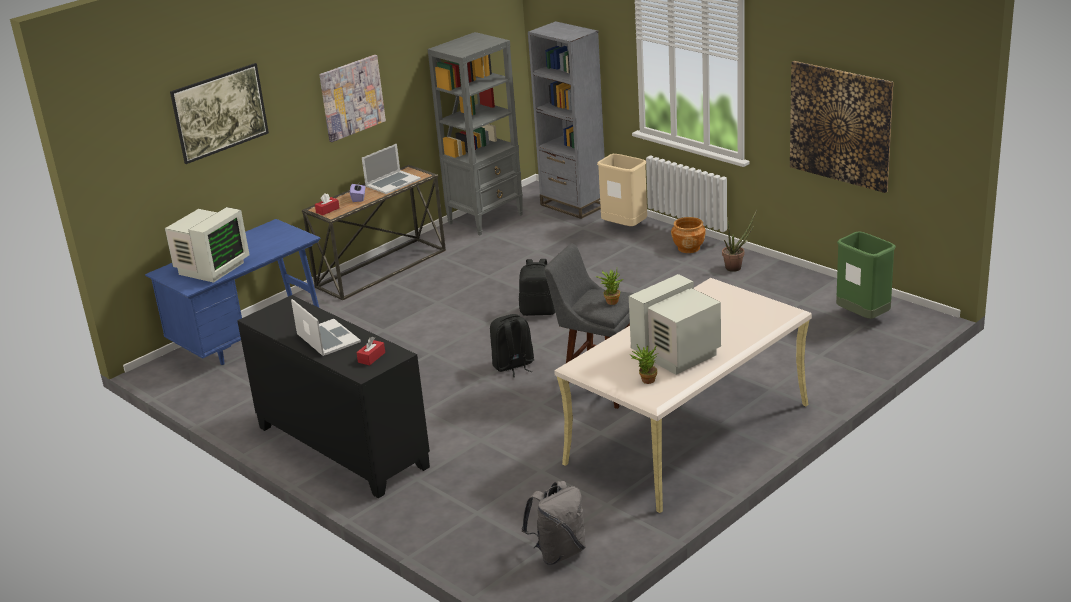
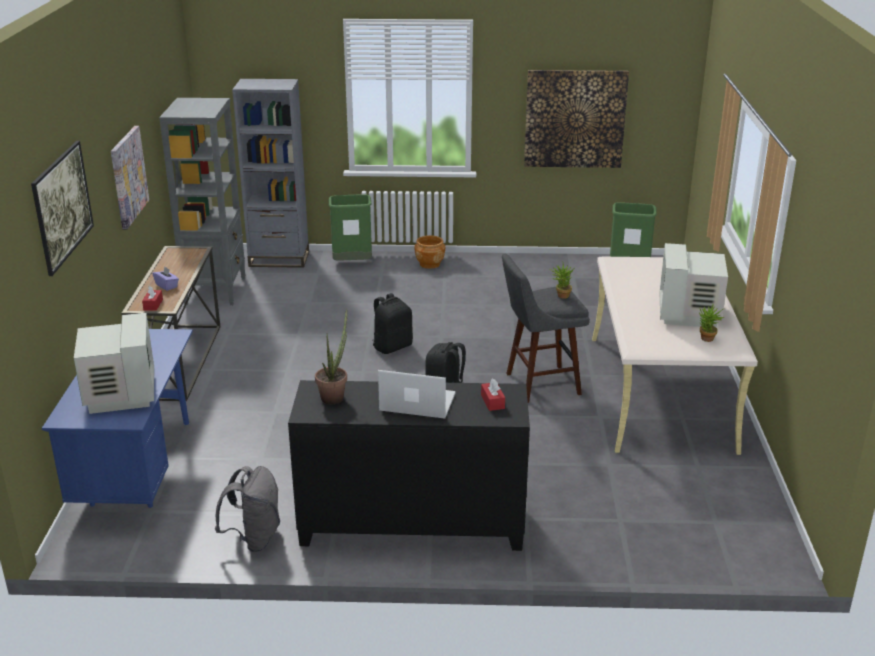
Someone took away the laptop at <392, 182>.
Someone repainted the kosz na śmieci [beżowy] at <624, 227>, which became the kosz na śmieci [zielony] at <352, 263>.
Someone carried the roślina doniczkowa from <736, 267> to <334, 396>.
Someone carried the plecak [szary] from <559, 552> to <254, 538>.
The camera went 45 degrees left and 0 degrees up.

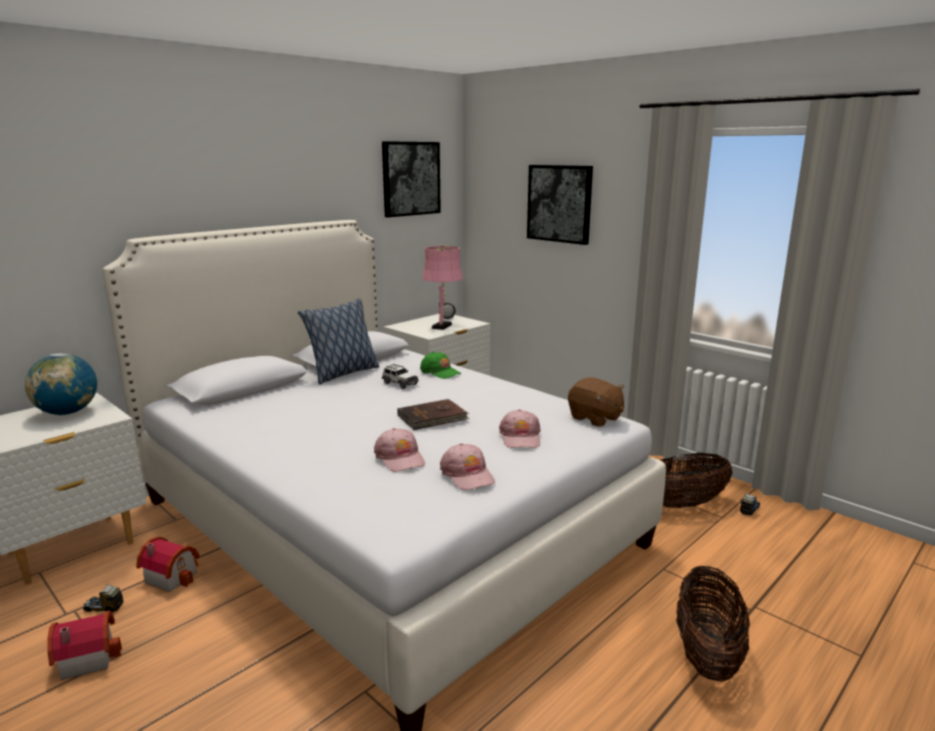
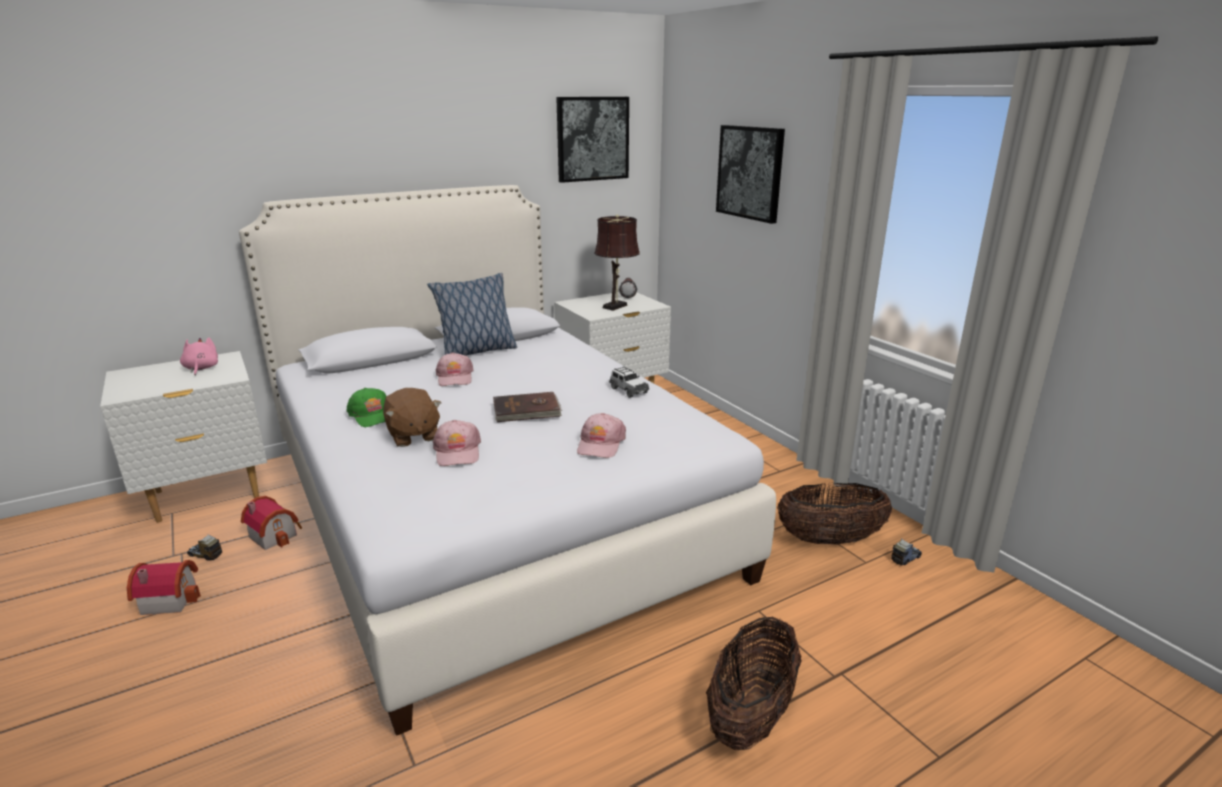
Someone repainted the lampa stołowa [różowy] at <443, 326>, which became the lampa stołowa [brązowy] at <616, 306>.
Someone carried the czapka z daszkiem [zielony] from <440, 372> to <372, 415>.
Someone swapped the globus at <67, 413> for the pluszak [różowy] at <201, 368>.
Someone carried the samochodzik from <399, 384> to <628, 390>.
Someone carried the pluszak [brązowy] from <595, 418> to <413, 436>.
Someone carried the czapka z daszkiem [różowy] from <467, 475> to <455, 377>.
The camera went 15 degrees right and 5 degrees up.

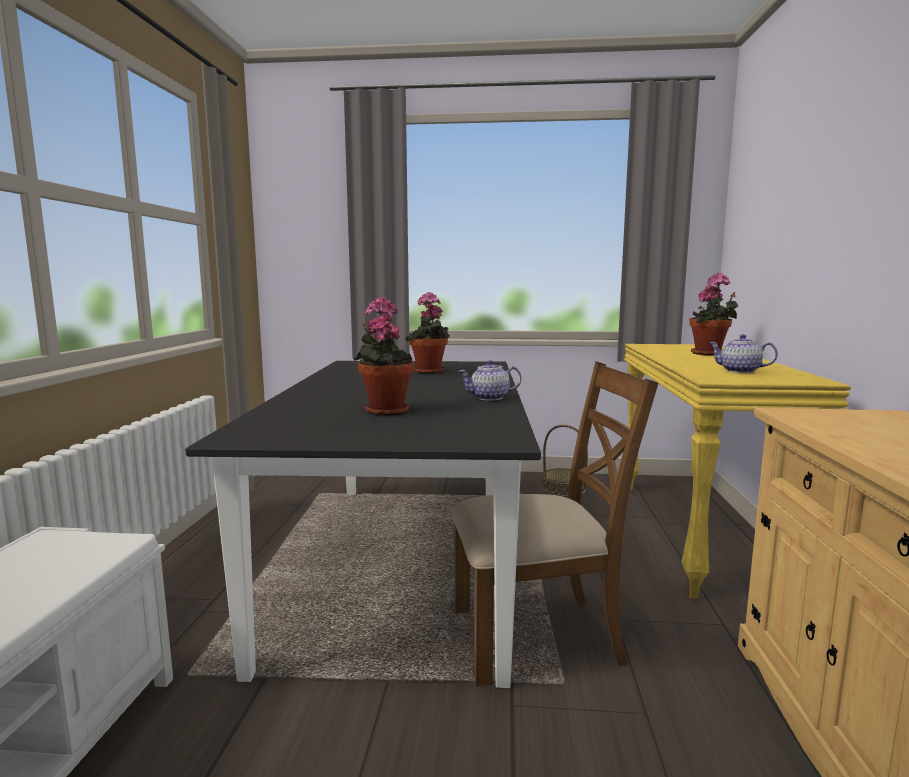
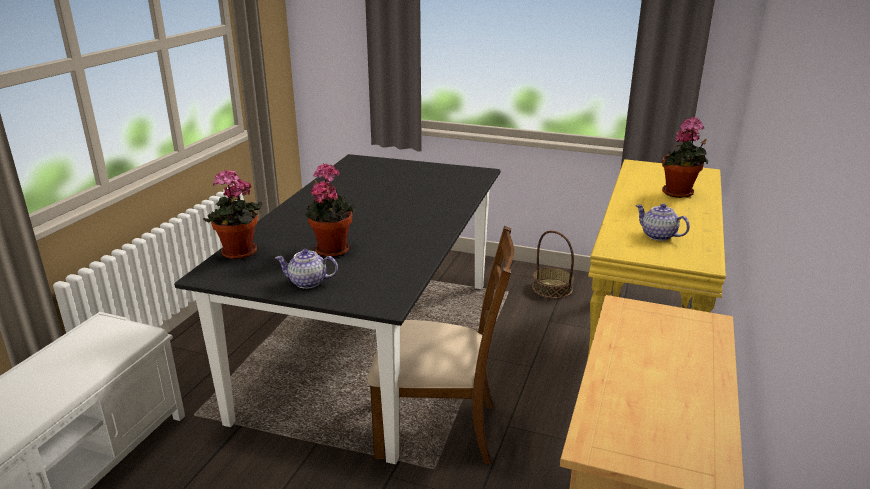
Someone carried the roślina doniczkowa from <429, 372> to <238, 254>.
Someone carried the imbryk from <489, 398> to <307, 282>.
The camera went 15 degrees right and 15 degrees up.

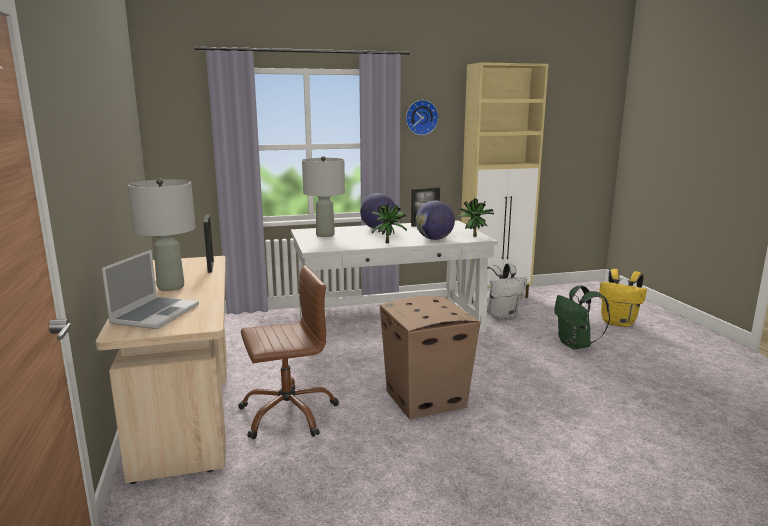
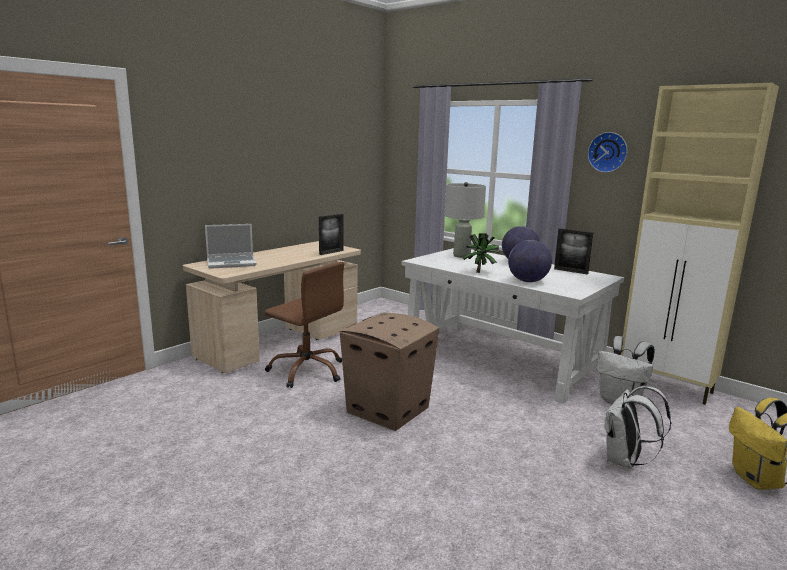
Someone took away the lampa stołowa [szary] at <171, 287>.
Someone took away the roślina doniczkowa at <473, 236>.
Someone repainted the plecak [zielony] at <576, 345>, which became the plecak [biały] at <625, 461>.
The camera went 55 degrees right and 0 degrees up.

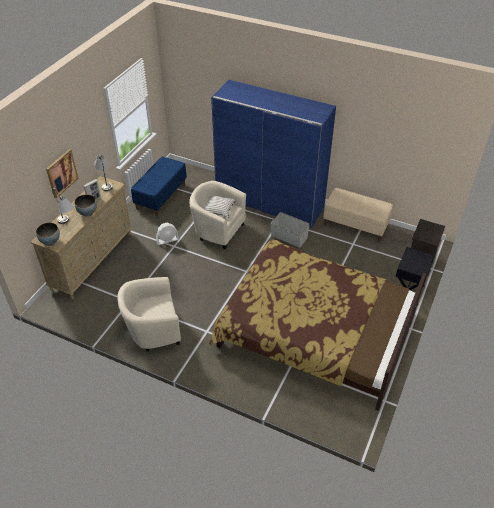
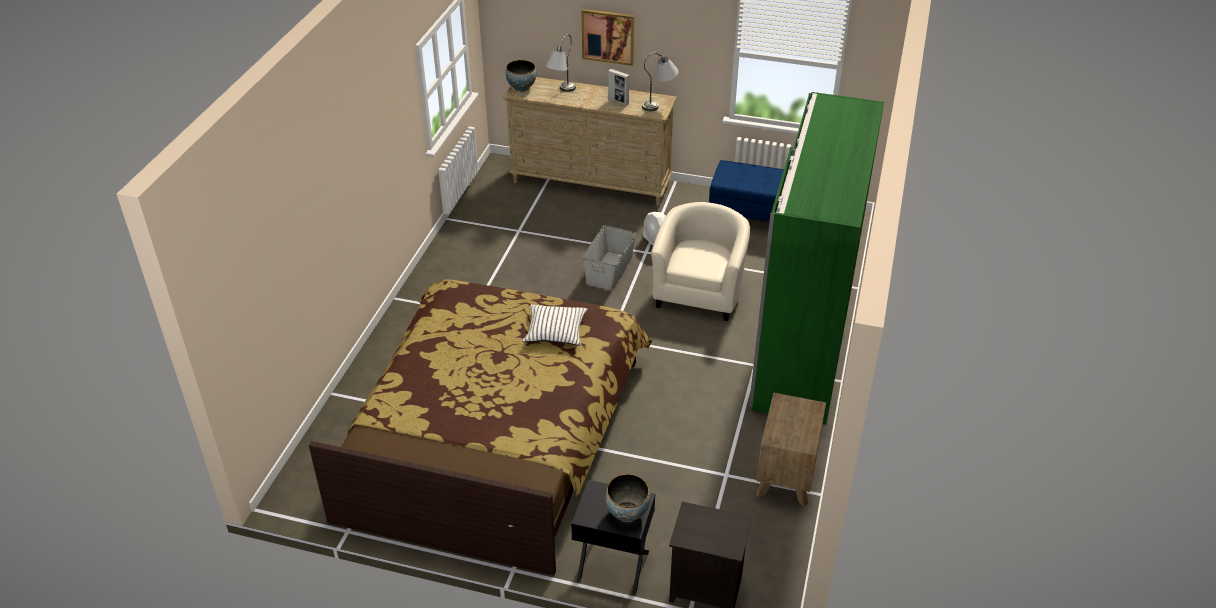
Someone repainted the szafa [niebieski] at <269, 202>, which became the szafa [zielony] at <804, 346>.
Someone swapped the ławka [beżowy] at <356, 225> for the szafka nocna [brązowy] at <786, 477>.
Someone carried the miska from <87, 213> to <627, 513>.
Someone carried the poduszka [biały] from <219, 208> to <555, 331>.
Someone carried the pojemnik do przechowywania [szary] from <289, 236> to <610, 270>.
Someone took away the fotel [beżowy] at <152, 330>.
The camera went 80 degrees right and 5 degrees down.

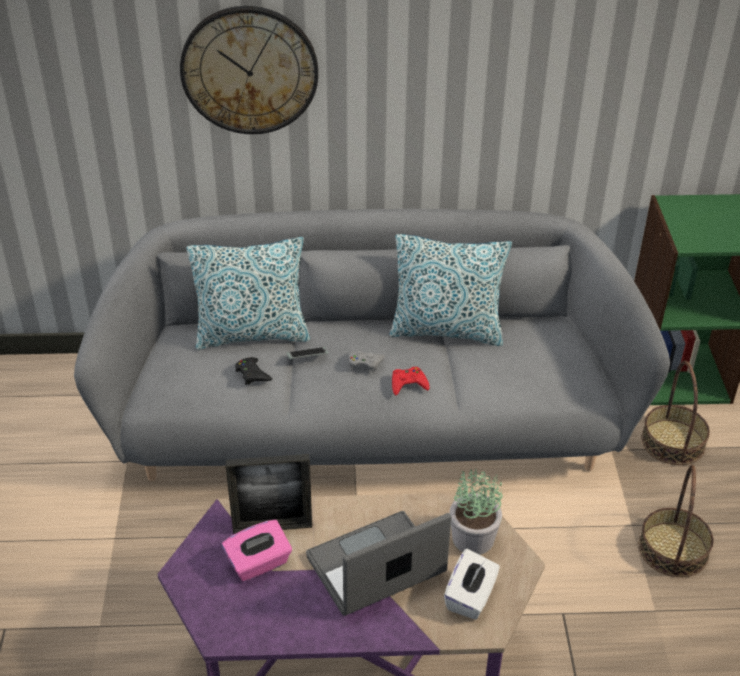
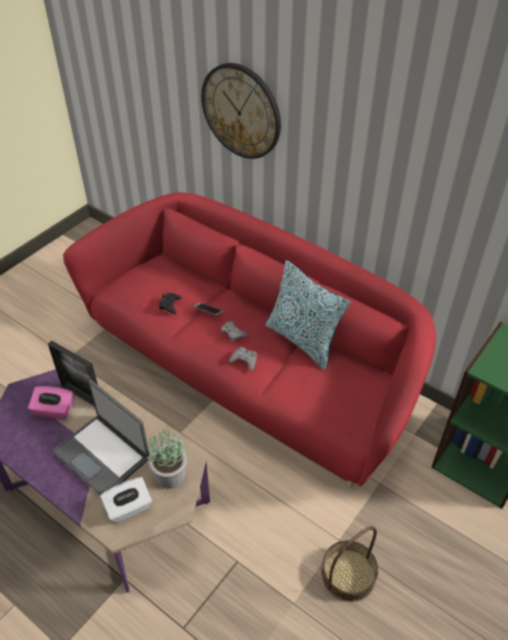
Someone repainted the kanapa [szary] at <369, 422>, which became the kanapa [czerwony] at <253, 373>.
Someone took away the poduszka at <252, 334>.
Someone took away the koszyk at <672, 442>.
Someone repainted the pad do gier [czerwony] at <408, 384>, which became the pad do gier [szary] at <244, 360>.
Someone rotated the laptop at <376, 567> by 150 degrees counterclockwise.
The camera went 40 degrees right and 5 degrees up.

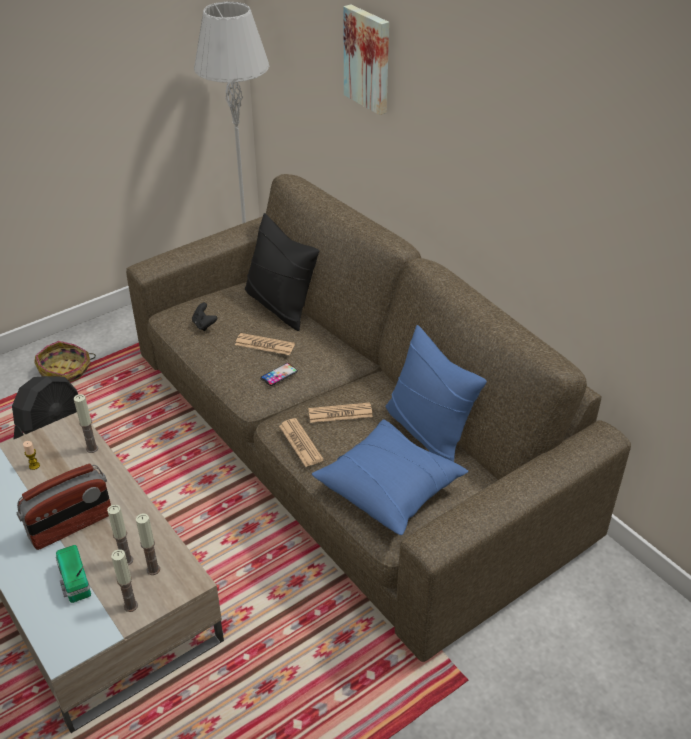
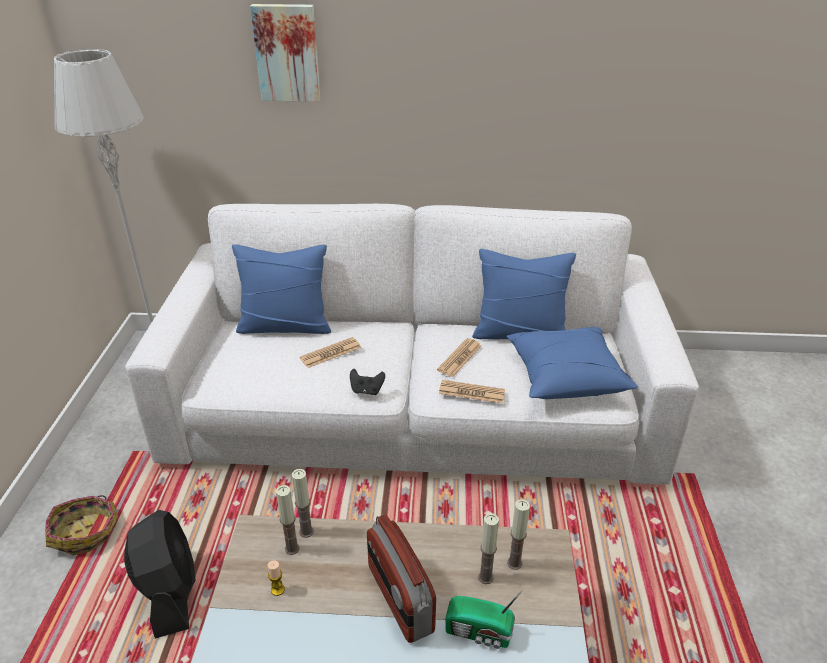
Someone repainted the kanapa [brązowy] at <346, 443>, which became the kanapa [biały] at <413, 406>.
Someone repainted the poduszka [czarny] at <280, 305>, which became the poduszka [niebieski] at <285, 326>.
Someone carried the pad do gier [czarny] from <204, 325> to <366, 390>.
Someone took away the telefon at <279, 374>.
Someone rotated the radio at <71, 526> by 150 degrees clockwise.
Someone carried the świeca from <131, 606> to <292, 548>.
The camera went 50 degrees left and 5 degrees down.

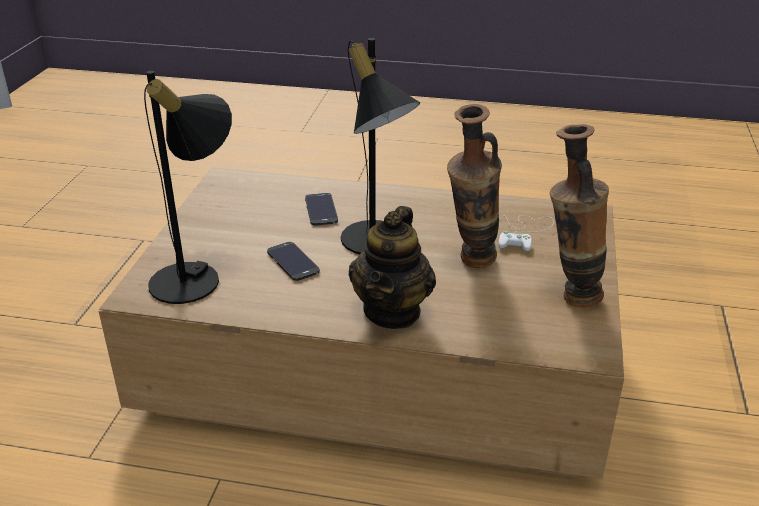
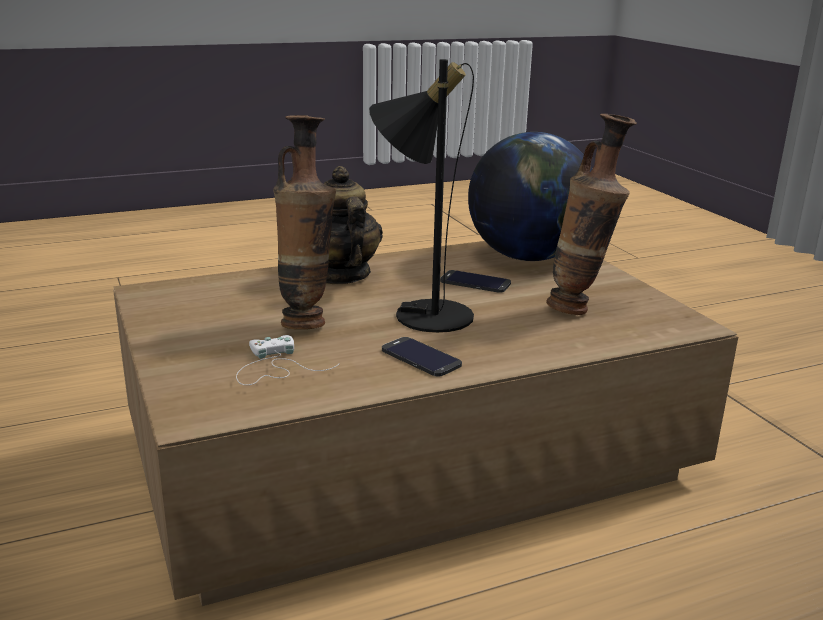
Someone swapped the lampa stołowa [czarny] at <196, 277> for the globus at <528, 257>.
Someone carried the wazon from <569, 296> to <580, 309>.
Someone carried the telefon from <321, 209> to <421, 357>.
The camera went 145 degrees right and 10 degrees down.

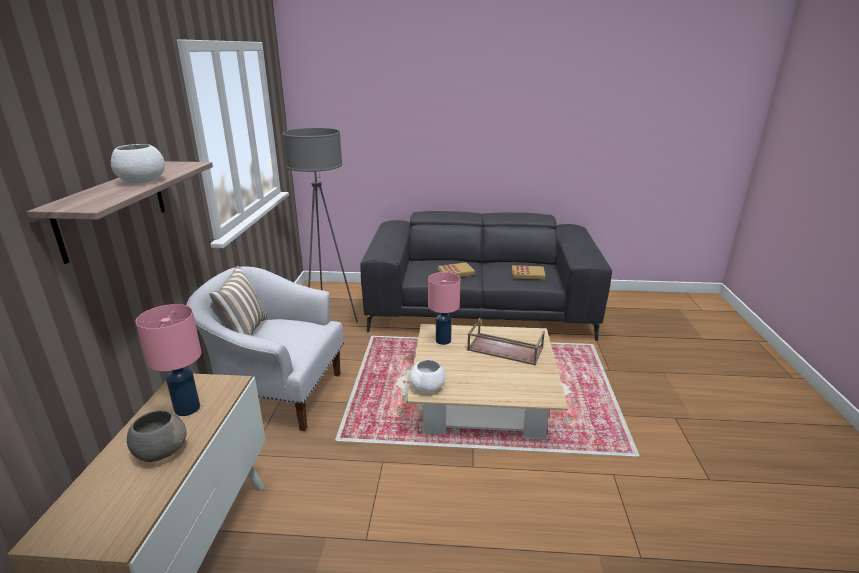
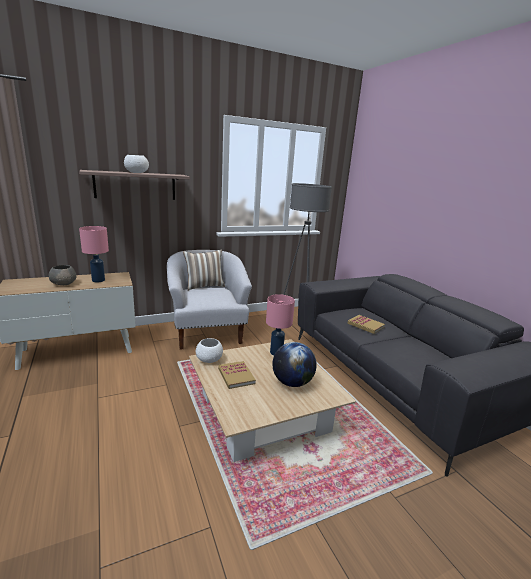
Someone carried the książka from <528, 274> to <236, 376>.
Someone swapped the taca [brązowy] at <504, 349> for the globus at <292, 382>.
The camera went 60 degrees right and 5 degrees down.

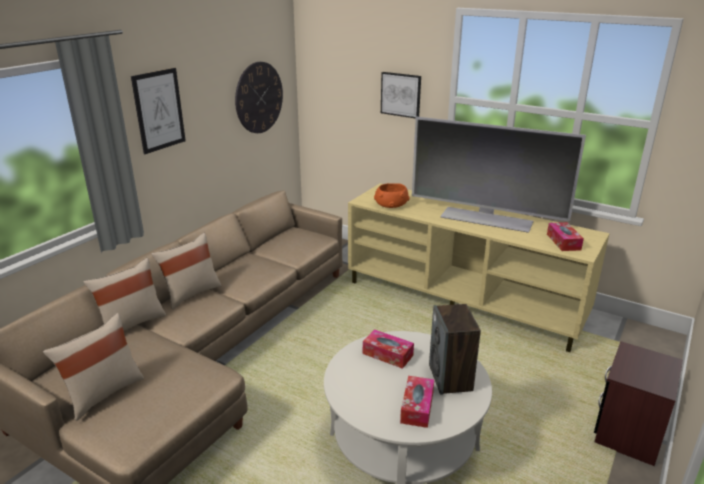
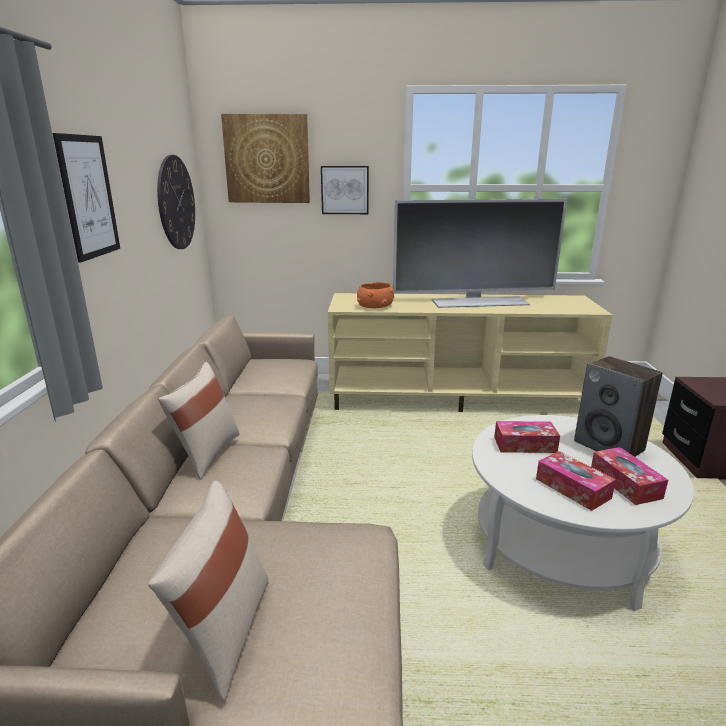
Someone carried the pudełko chusteczek from <563, 242> to <572, 488>.
Someone took away the poduszka [beżowy] at <131, 323>.
Someone put up the obraz at <267, 159>.
The camera went 30 degrees left and 5 degrees down.

